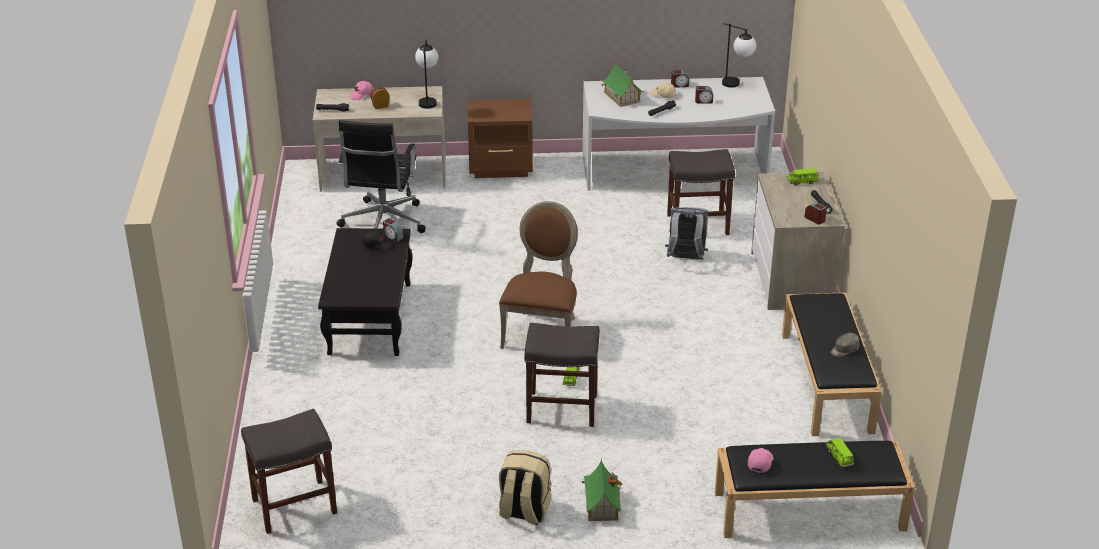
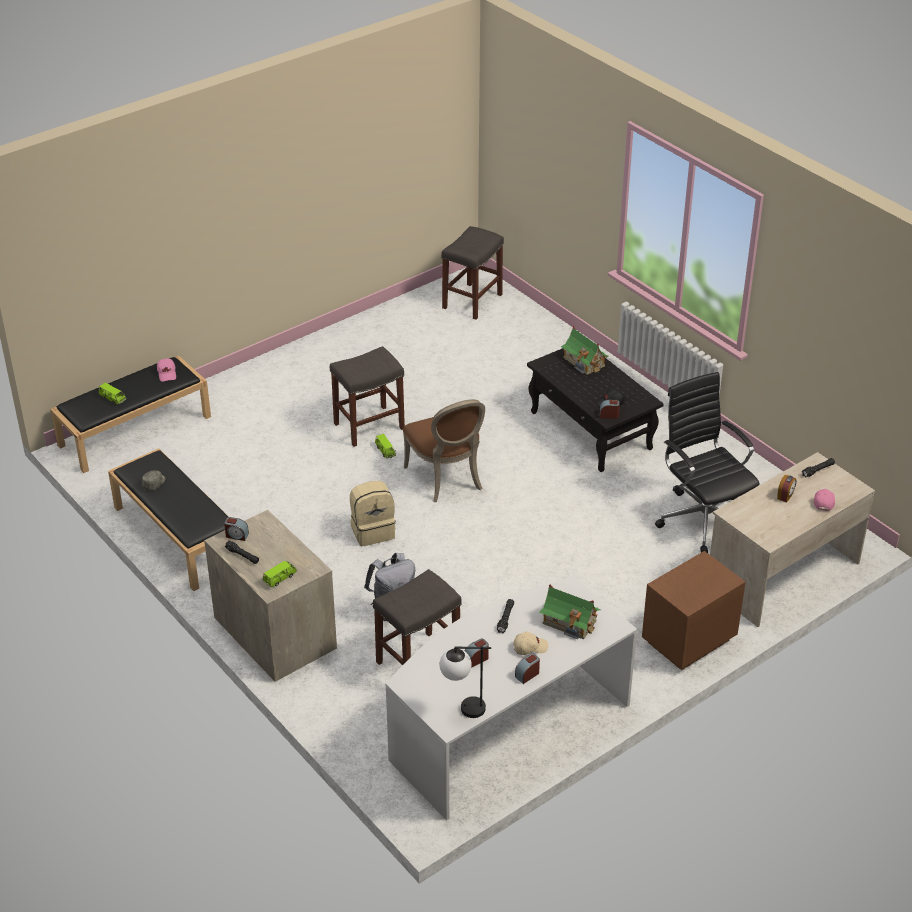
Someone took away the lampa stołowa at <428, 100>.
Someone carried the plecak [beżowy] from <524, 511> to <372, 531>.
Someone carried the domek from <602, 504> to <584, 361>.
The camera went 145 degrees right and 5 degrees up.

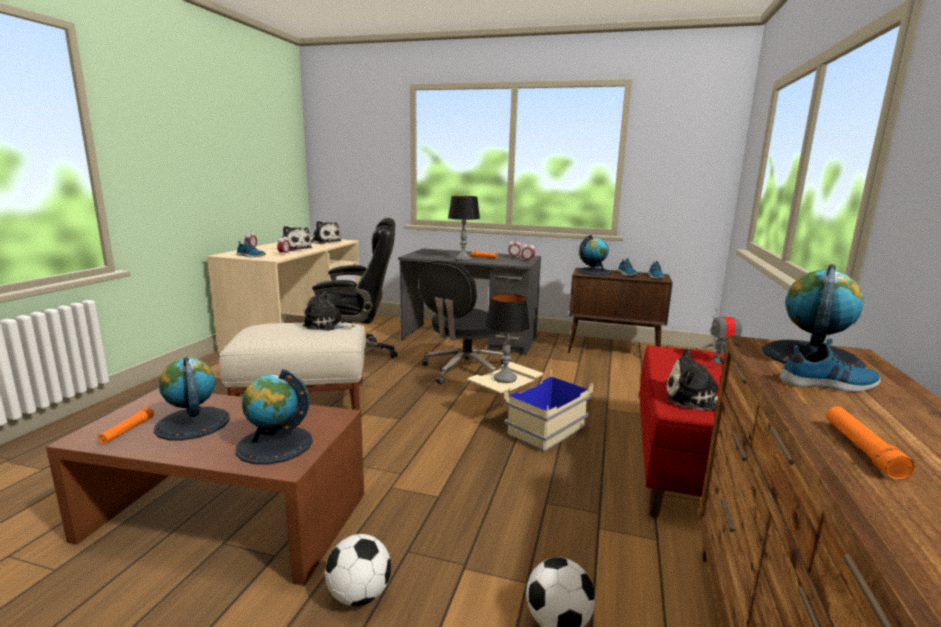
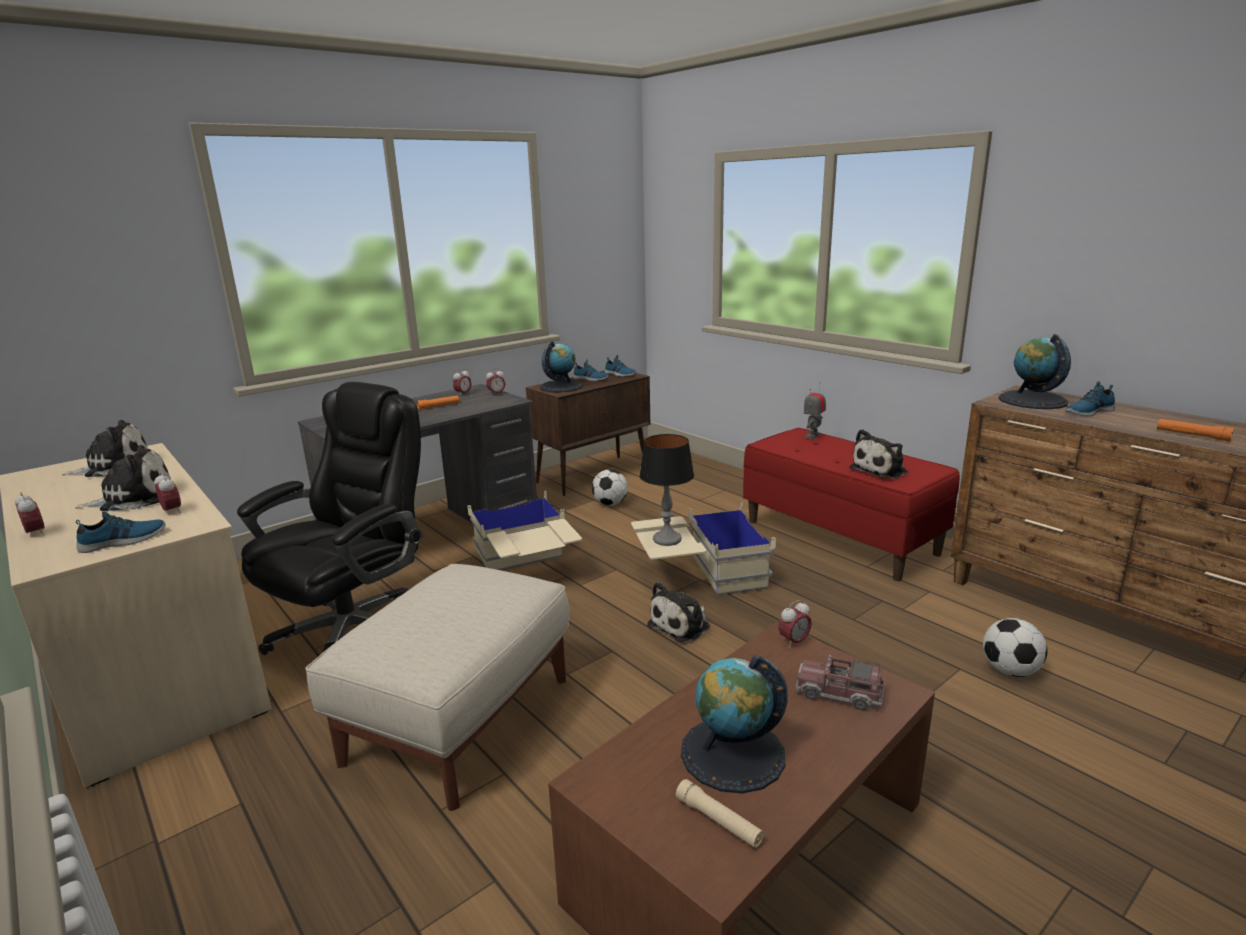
Someone took away the lampa stołowa at <463, 259>.
Someone swapped the krzesło biurowe [czarny] at <464, 370> for the pojemnik do przechowywania [beżowy] at <527, 567>.
Someone carried the pluszak from <327, 325> to <682, 625>.
Someone rotated the but at <829, 384> by 150 degrees counterclockwise.
Someone swapped the globus at <274, 445> for the ciężarówka zabawkowa at <839, 693>.
Someone repainted the latarka [pomarańczowy] at <127, 431>, which became the latarka [beżowy] at <719, 821>.
Someone carried the piłka futbolowa from <359, 595> to <610, 504>.
Someone put down the budzik at <794, 642>.
The camera went 55 degrees left and 5 degrees up.

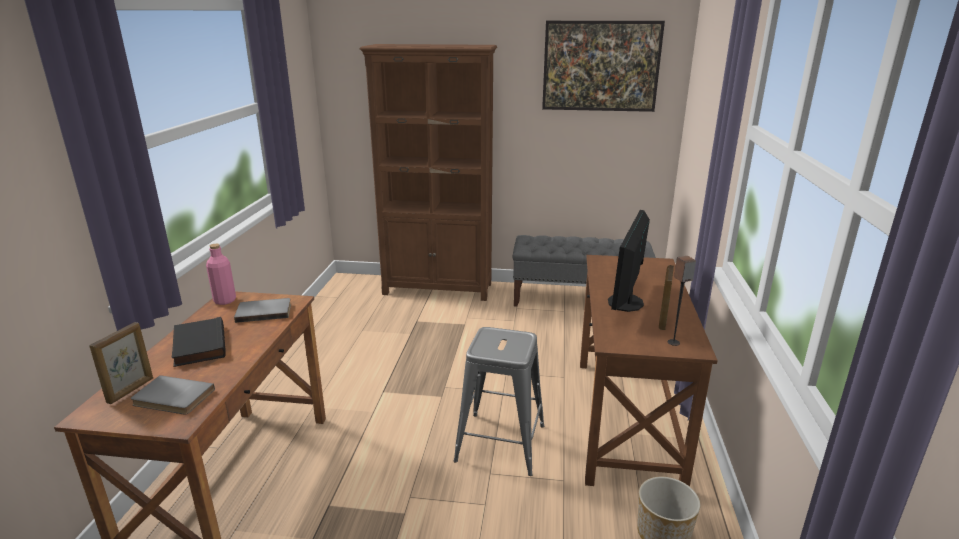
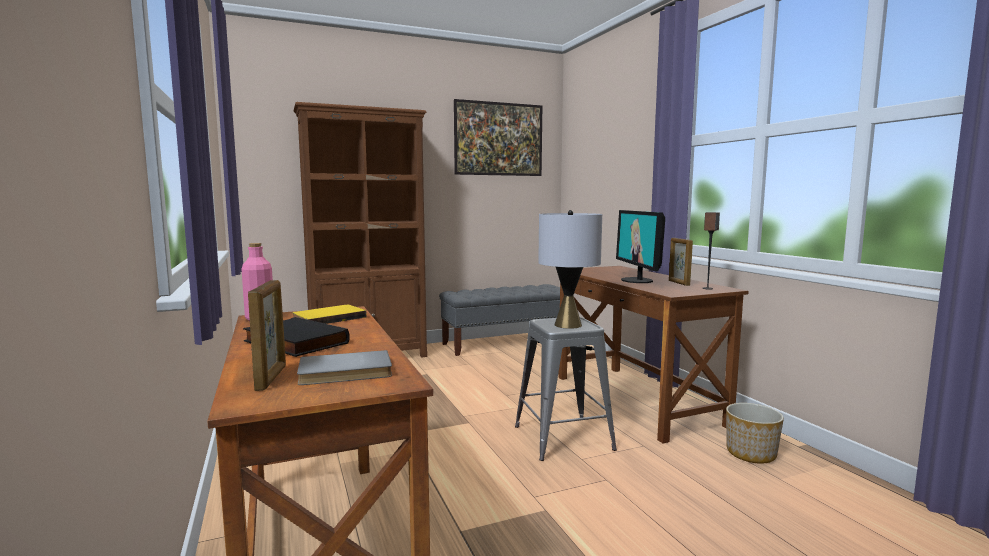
Someone repainted the książka [szary] at <264, 311>, which became the książka [żółty] at <328, 318>.
Someone put down the lampa stołowa [szary] at <568, 325>.
The camera went 30 degrees left and 15 degrees down.

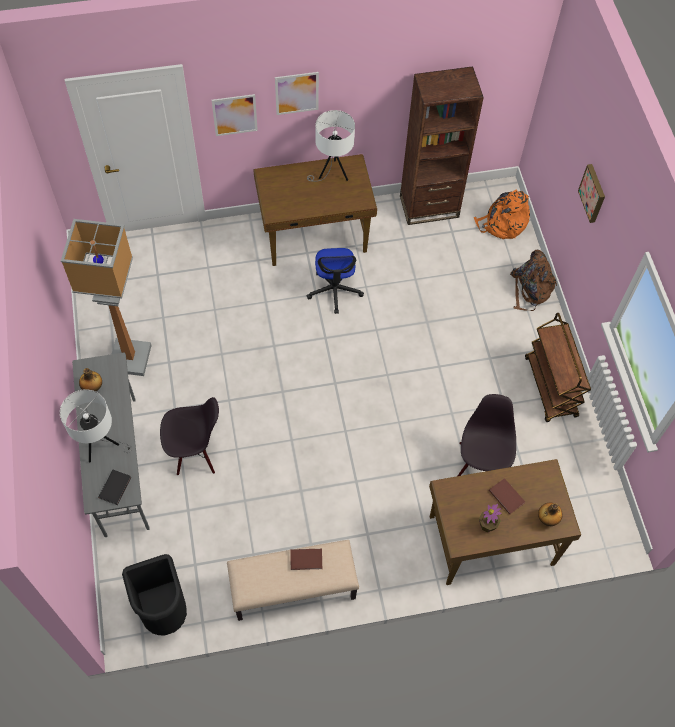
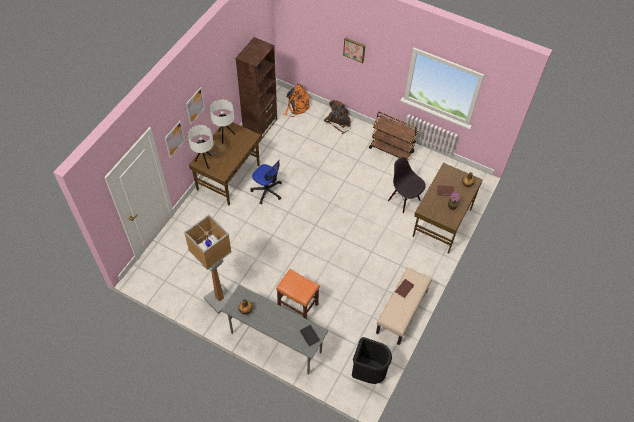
Someone carried the lampa stołowa [biały] from <101, 446> to <205, 161>.
Someone swapped the krzesło [czarny] at <195, 452> for the stołek [pomarańczowy] at <298, 305>.
The camera went 50 degrees left and 5 degrees down.

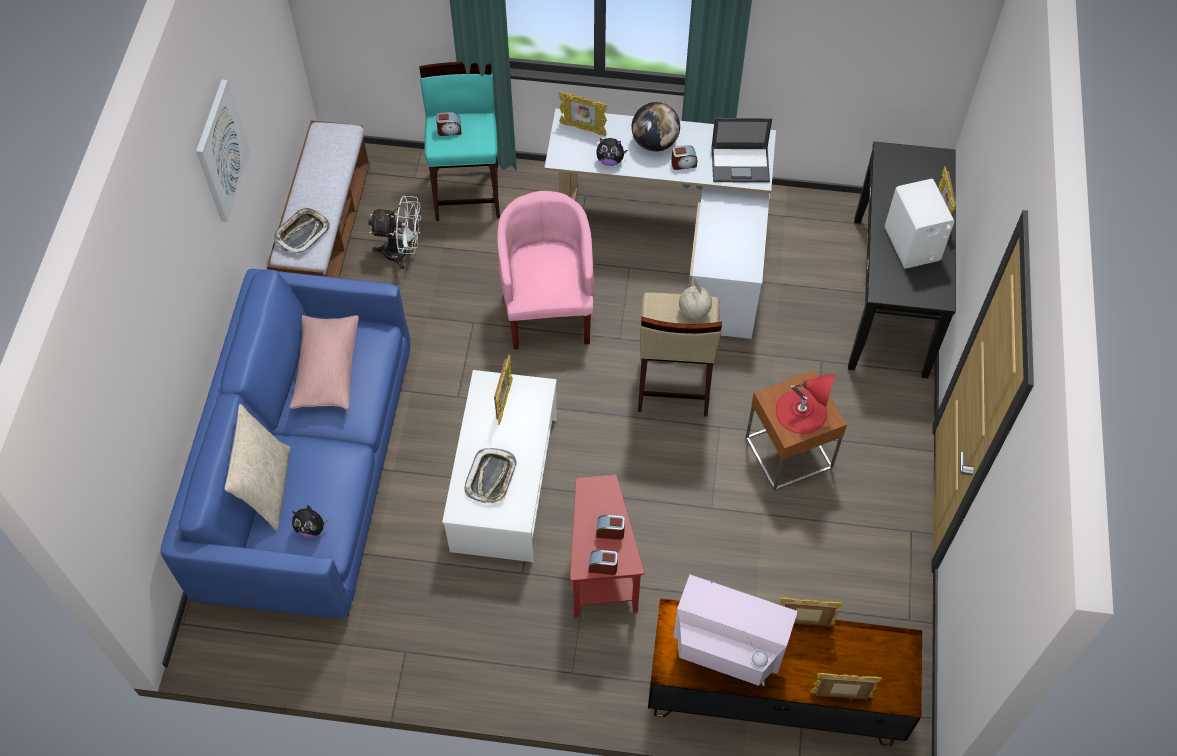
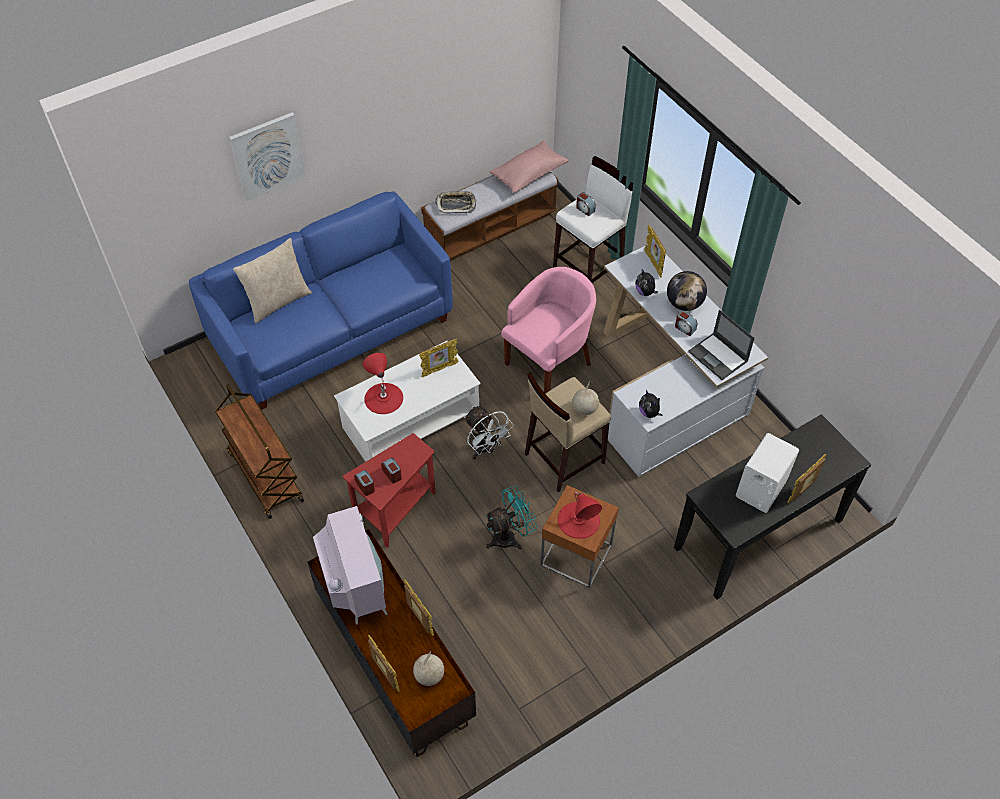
Someone repainted the stołek [turkusowy] at <468, 192>, which became the stołek [biały] at <589, 267>.
Someone carried the obraz from <221, 151> to <268, 156>.
Someone carried the wentylator [biały] from <402, 253> to <485, 449>.
Someone carried the poduszka [różowy] from <327, 369> to <528, 174>.
Someone swapped the taca at <491, 478> for the lampa stołowa [czerwony] at <383, 398>.
Someone carried the pluszak from <311, 528> to <649, 412>.
Someone put down the wózek [brązowy] at <265, 476>.
Someone put down the wentylator [turkusowy] at <509, 536>.
Someone put down the globus at <429, 675>.
The camera went 50 degrees right and 5 degrees down.

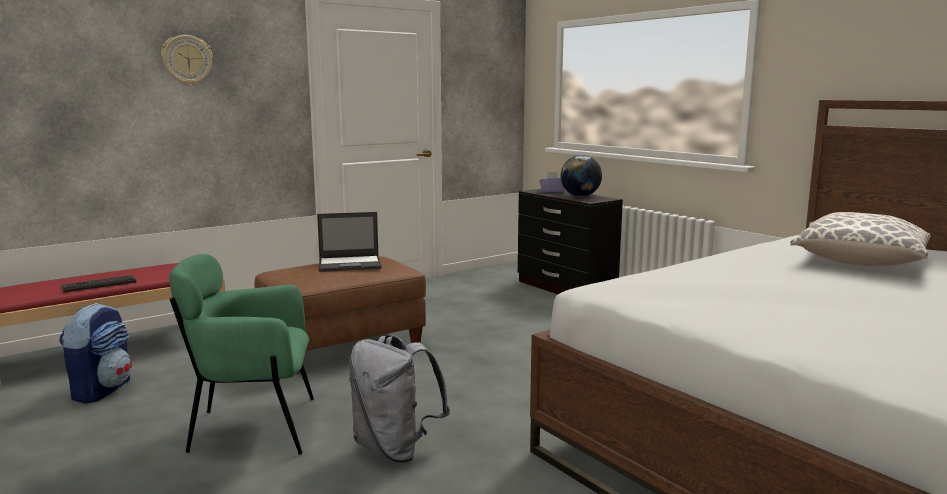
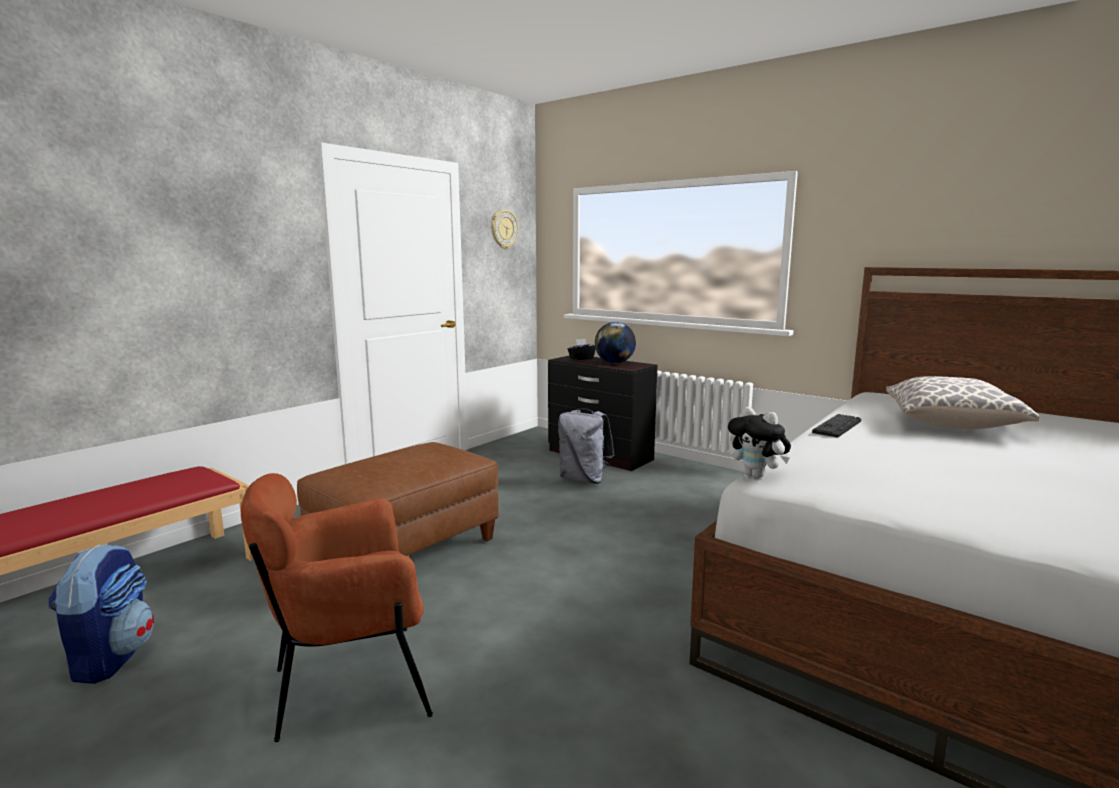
Someone carried the zegar ścienny from <187, 60> to <504, 229>.
Someone repainted the pudełko chusteczek [fioletowy] at <552, 191>, which became the pudełko chusteczek [czarny] at <581, 358>.
Someone took away the laptop at <350, 264>.
Someone repainted the fotel [zielony] at <253, 428>, which became the fotel [brązowy] at <350, 685>.
Someone carried the klawiatura from <99, 285> to <837, 426>.
Someone carried the plecak [szary] from <395, 449> to <584, 480>.
Someone put down the pluszak at <757, 476>.
The camera went 15 degrees left and 0 degrees up.

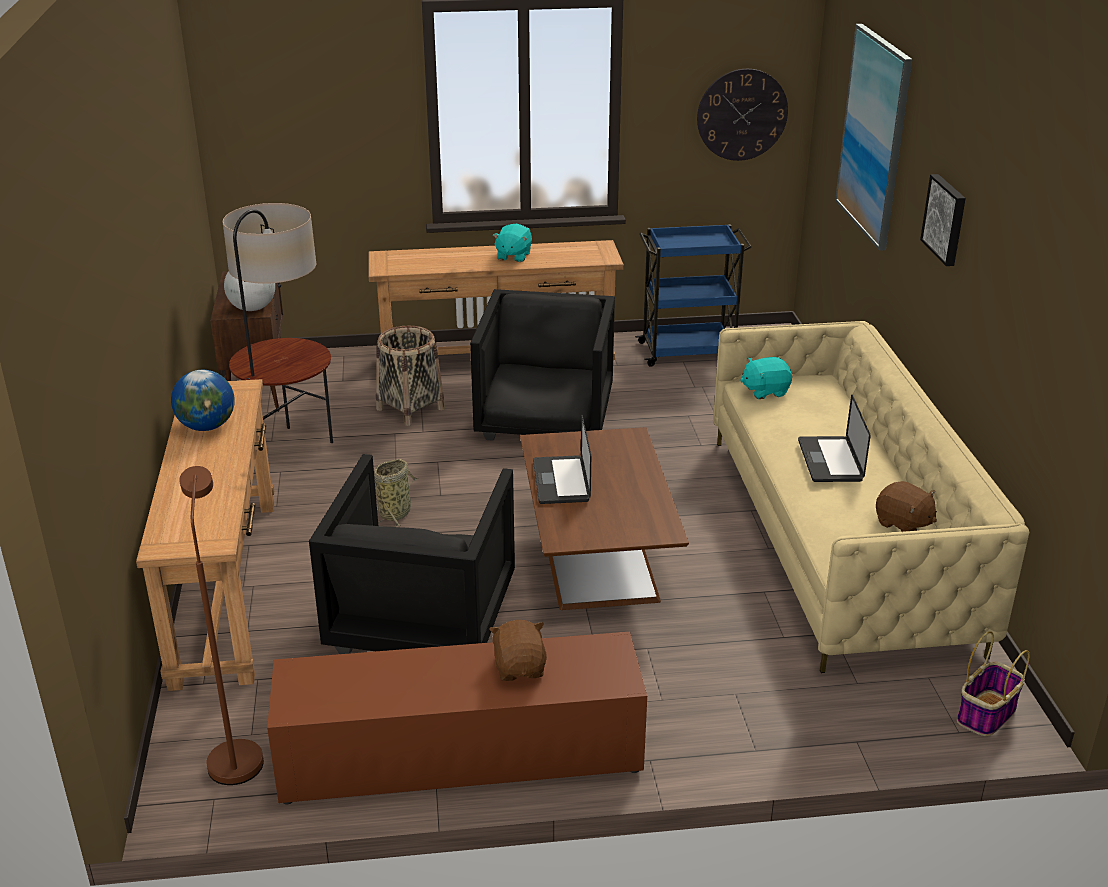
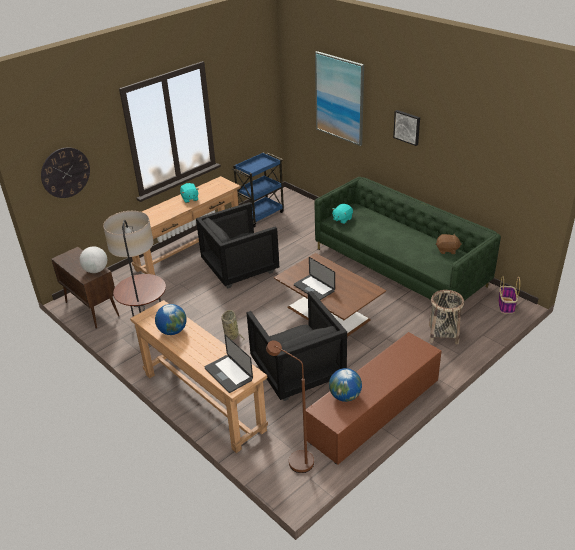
Someone carried the zegar ścienny from <742, 114> to <65, 172>.
Someone rotated the fotel [czarny] at <545, 418> by 90 degrees counterclockwise.
Someone repainted the kanapa [beżowy] at <838, 539>, which became the kanapa [zielony] at <399, 267>.
Someone carried the koszyk from <410, 409> to <443, 334>.
Someone carried the laptop from <830, 461> to <228, 374>.
Someone took away the pluszak [brązowy] at <520, 668>.
Someone put down the globus at <345, 396>.
The camera went 35 degrees left and 5 degrees up.

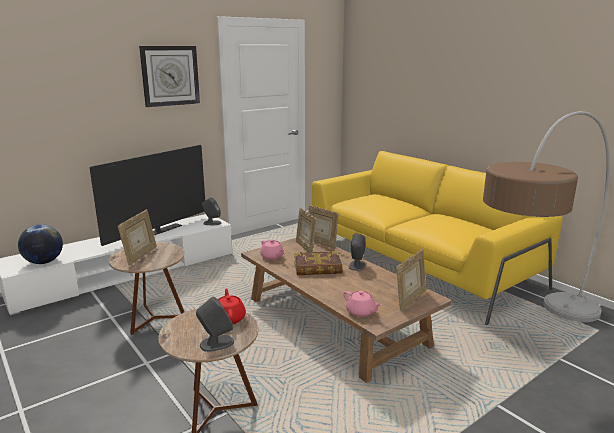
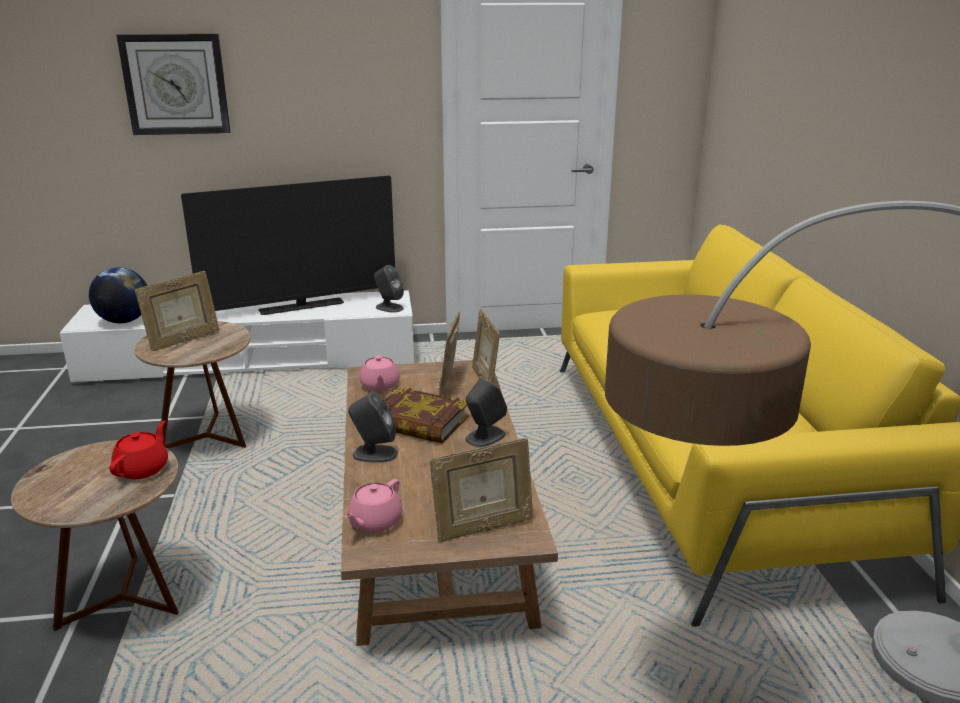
Someone carried the zegar ścienny from <170, 76> to <175, 84>.
Someone rotated the imbryk [różowy] at <361, 312> by 45 degrees clockwise.
Someone carried the głośnik [szary] from <216, 343> to <374, 454>.
The camera went 30 degrees right and 5 degrees up.

